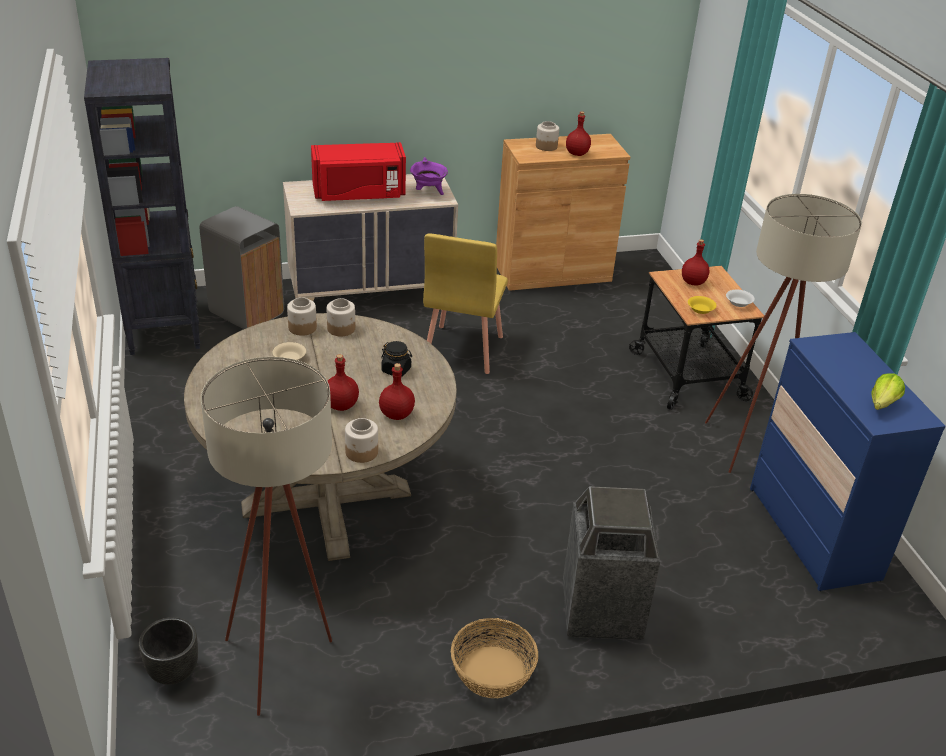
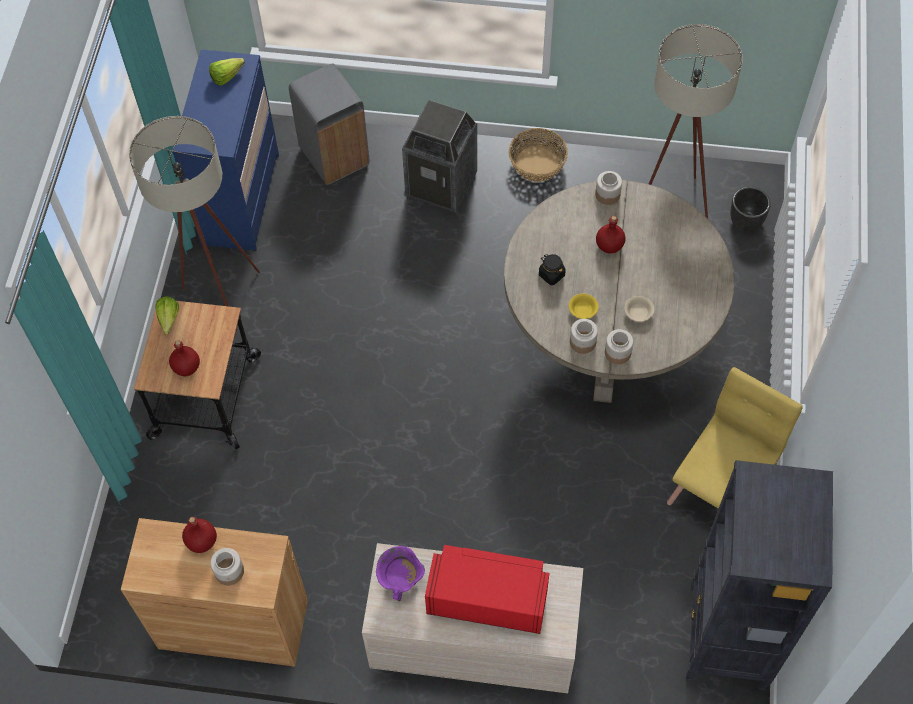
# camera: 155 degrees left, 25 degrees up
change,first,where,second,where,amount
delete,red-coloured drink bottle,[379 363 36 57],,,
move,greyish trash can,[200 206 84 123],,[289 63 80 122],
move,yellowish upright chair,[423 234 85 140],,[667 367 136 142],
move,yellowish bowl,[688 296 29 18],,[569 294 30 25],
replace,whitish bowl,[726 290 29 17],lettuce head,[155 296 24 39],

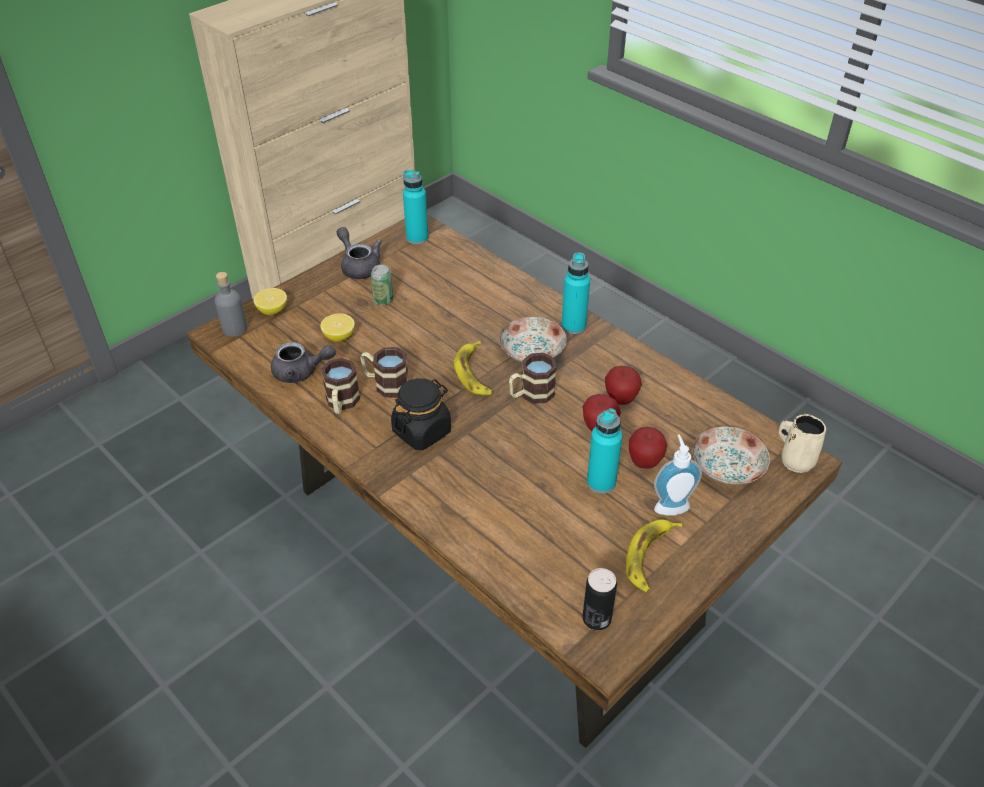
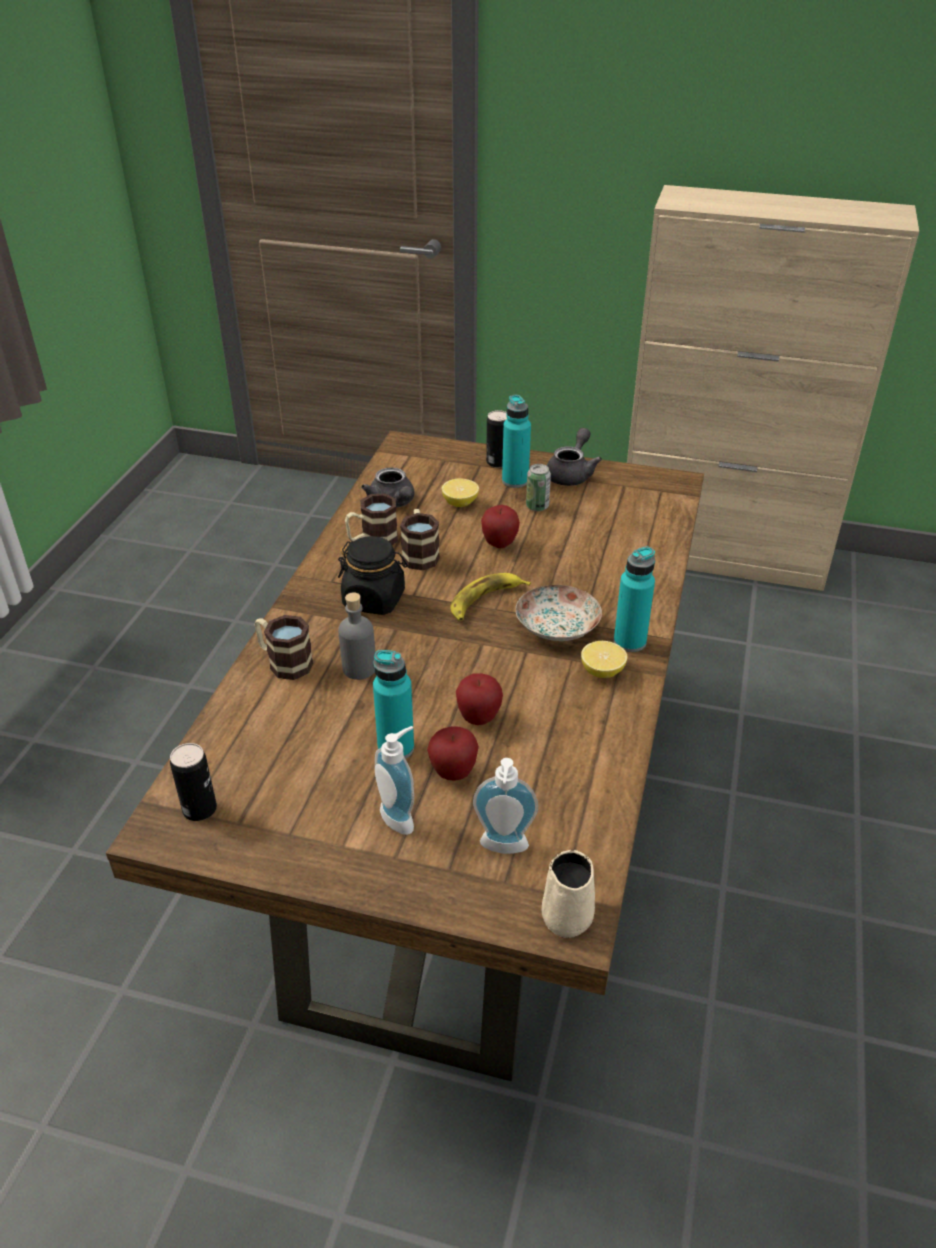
# camera: 60 degrees right, 5 degrees down
change,first,where,second,where,amount
delete,banana,[626 519 56 73],,,
insert,,,metal can,[486 410 21 58],
move,greyish drink bottle,[214 272 34 65],,[338 592 37 88],
move,lemon,[253 288 34 27],,[581 641 46 37],
move,turquoise-coloured drink bottle,[403 170 25 74],,[502 395 29 93],
move,tea mug,[509 353 48 51],,[254 615 60 65],
move,whole apple,[605 366 37 39],,[481 505 39 43],
replace,dinner plate,[693 426 77 59],liquid soap bottle,[473 758 65 96],

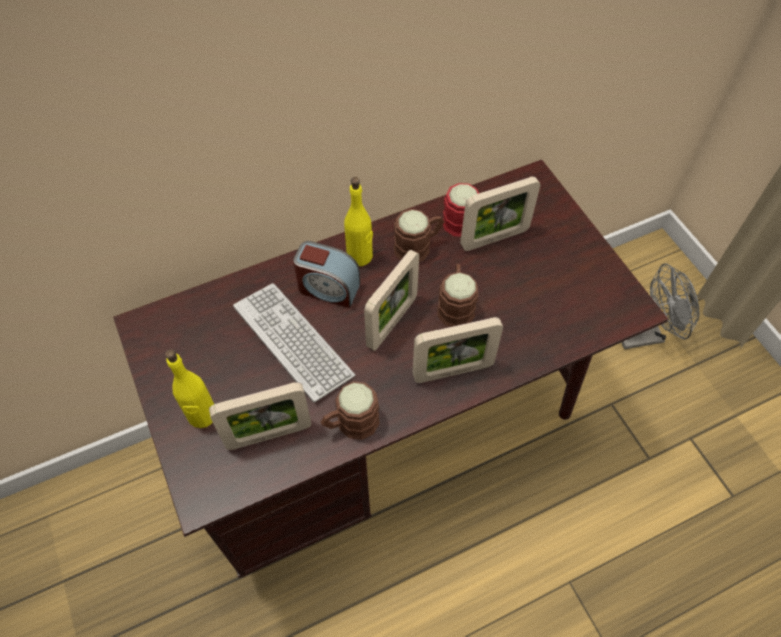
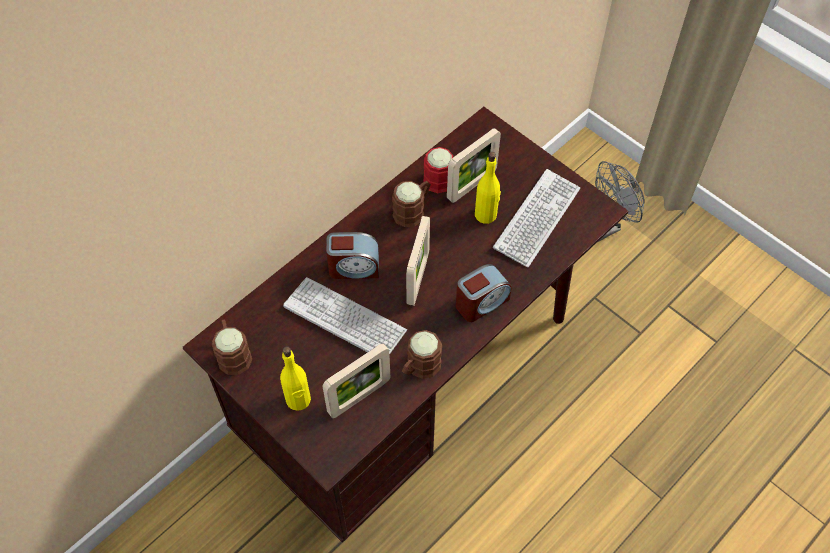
# camera: 20 degrees left, 0 degrees up
change,first,where,second,where,amount
insert,,,computer keyboard,[493 169 87 99],
move,yellowish drink bottle,[344 177 29 89],,[475 152 26 72],
move,brown-coloured tea mug,[437 264 41 63],,[212 319 40 56],
replace,picture frame,[412 317 91 66],table clock,[456 264 55 58],

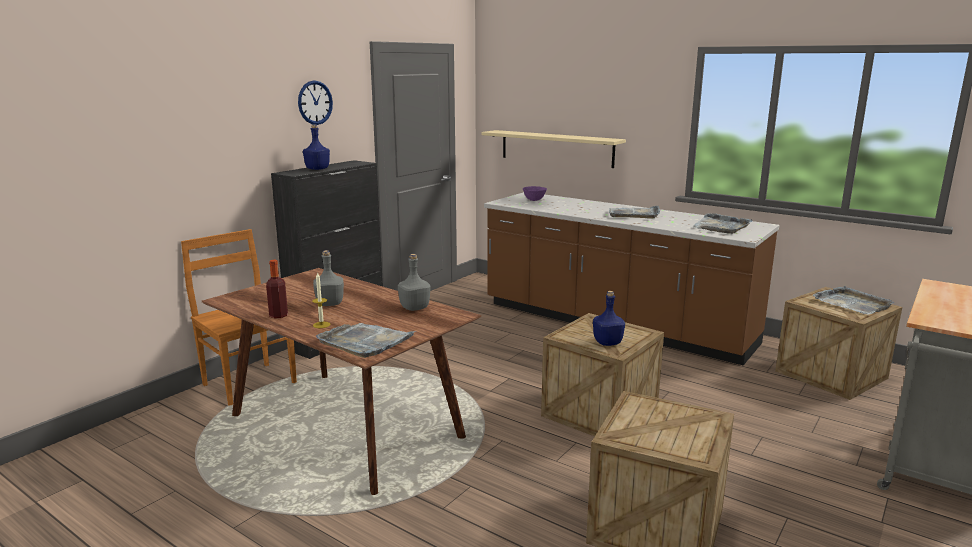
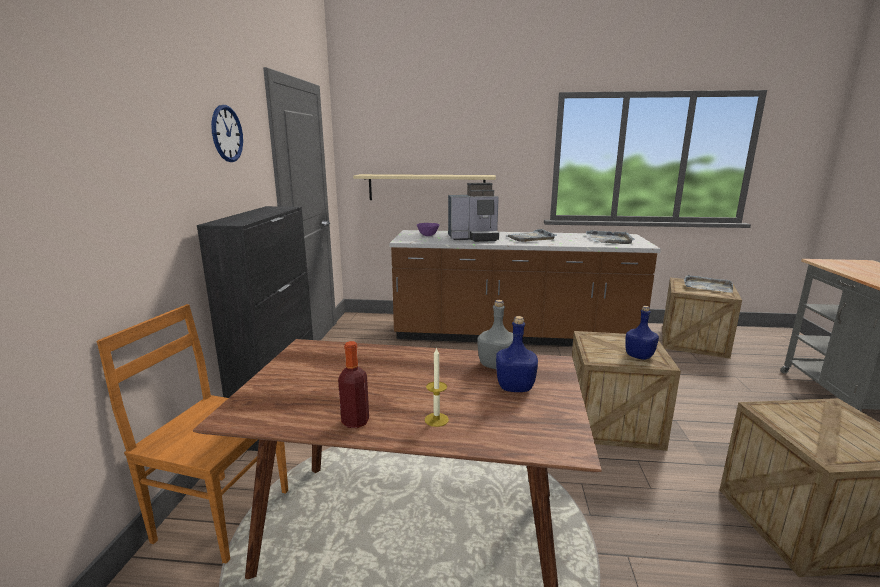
# camera: 30 degrees left, 0 degrees up
change,first,where,second,where,amount
delete,greyish drink bottle,[313 250 31 56],,,
delete,greyish carrying tray,[316 323 101 35],,,
insert,,,coffee maker,[448 183 51 59],
move,blue drink bottle,[303 124 27 46],,[496 316 42 76],

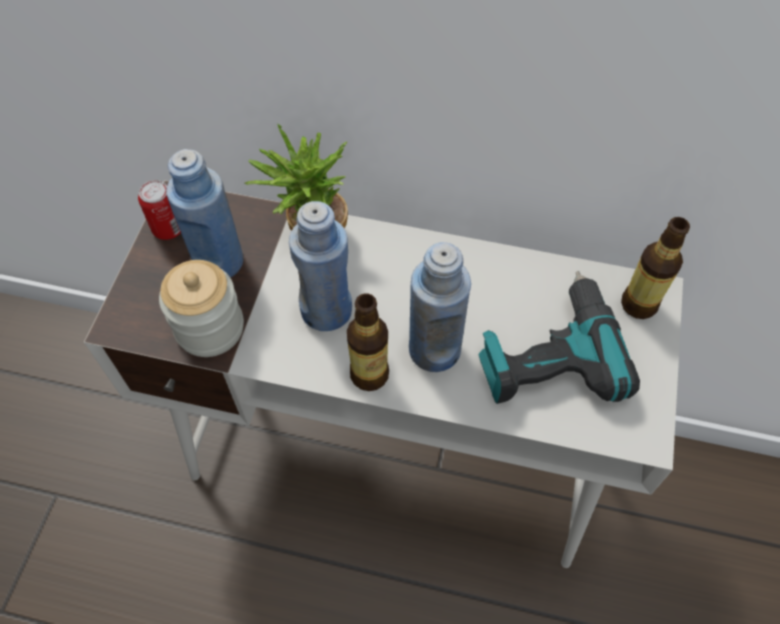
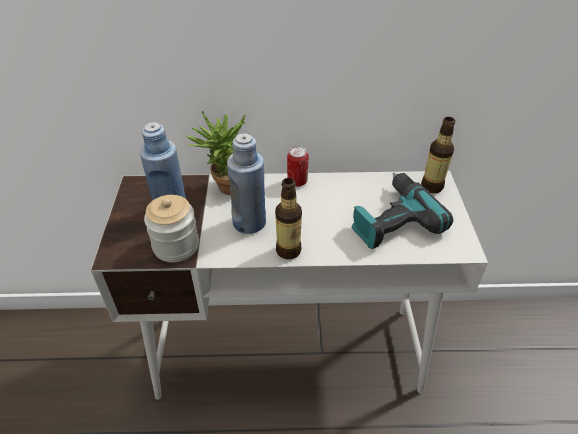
# camera: 15 degrees left, 15 degrees down
change,first,where,second,where,amount
delete,blue drink bottle,[409 242 62 130],,,
move,metal can,[138 180 43 60],,[287 146 22 41],

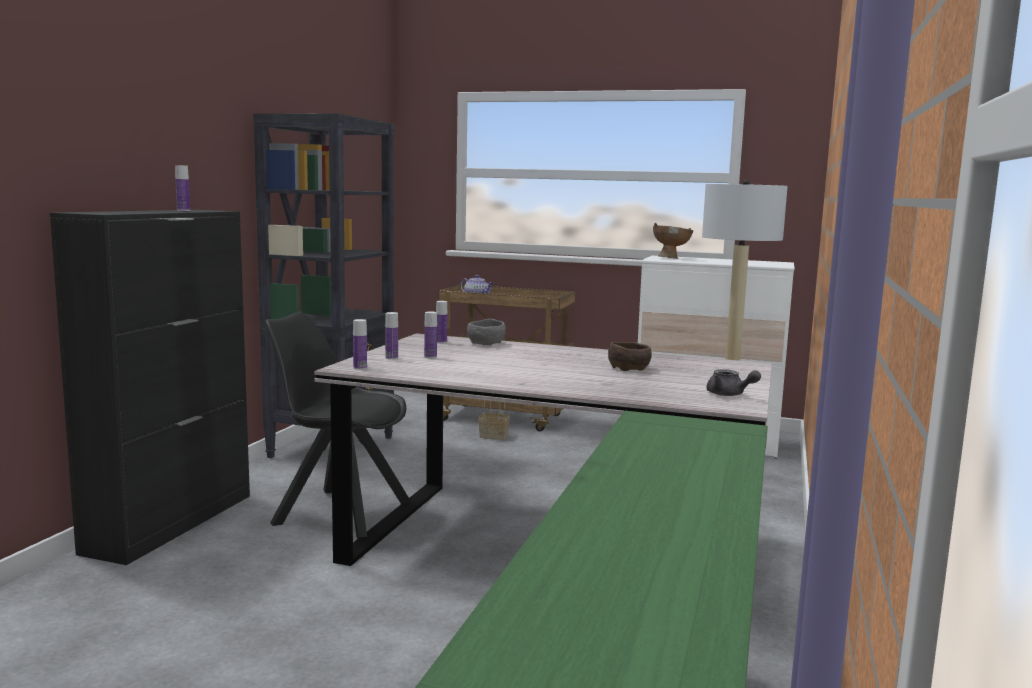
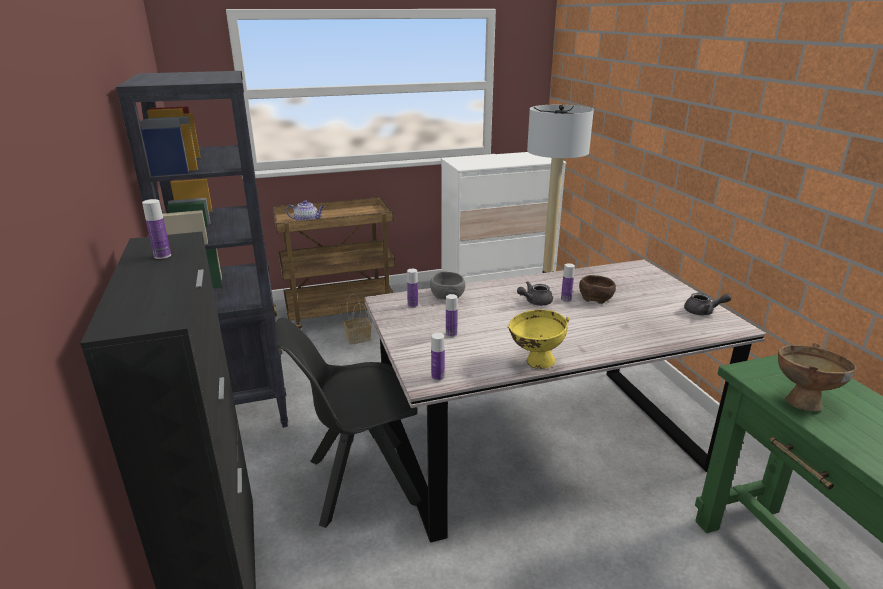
# camera: 35 degrees left, 15 degrees up
change,first,where,second,where,amount
insert,,,yellowish bowl,[507 309 63 60],
insert,,,greyish tea pot,[517 281 36 25],
move,drink bottle,[385 312 13 48],,[561 263 14 39],
move,brown-coloured bowl,[653 223 40 36],,[778 343 79 69],

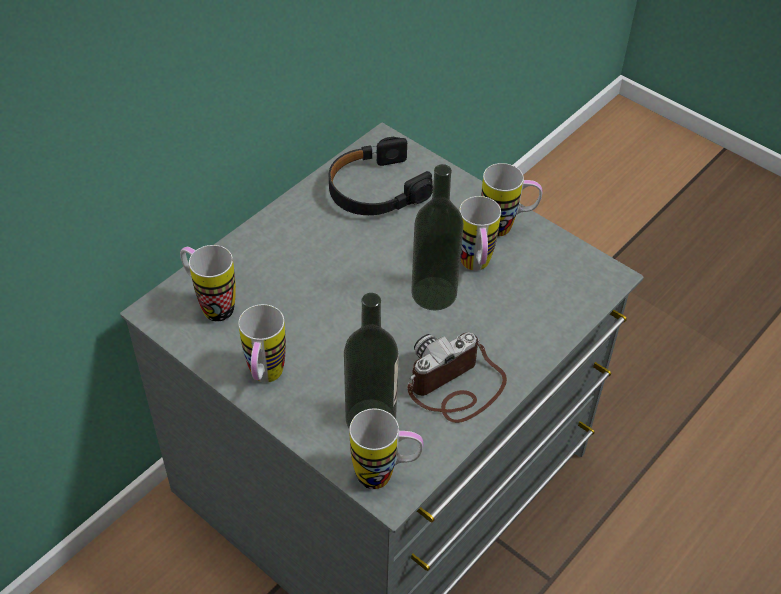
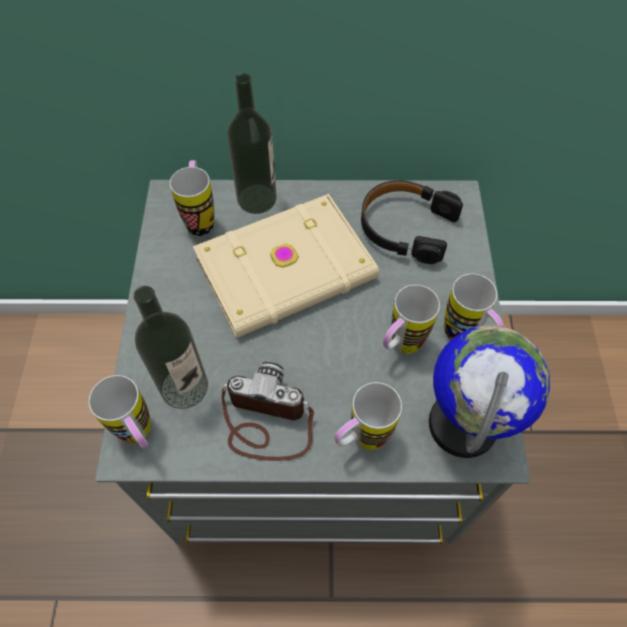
# camera: 50 degrees right, 10 degrees up
change,first,where,second,where,amount
insert,,,beige-coloured book,[193 194 186 144],
insert,,,desk globe,[429 325 122 133],
move,tea mug,[238 304 48 79],,[334 382 68 68],
move,drink bottle,[411 164 53 146],,[227 73 50 141],

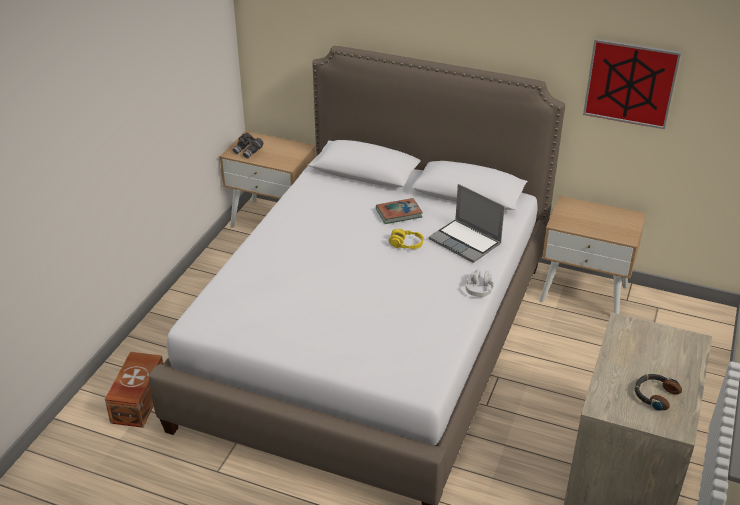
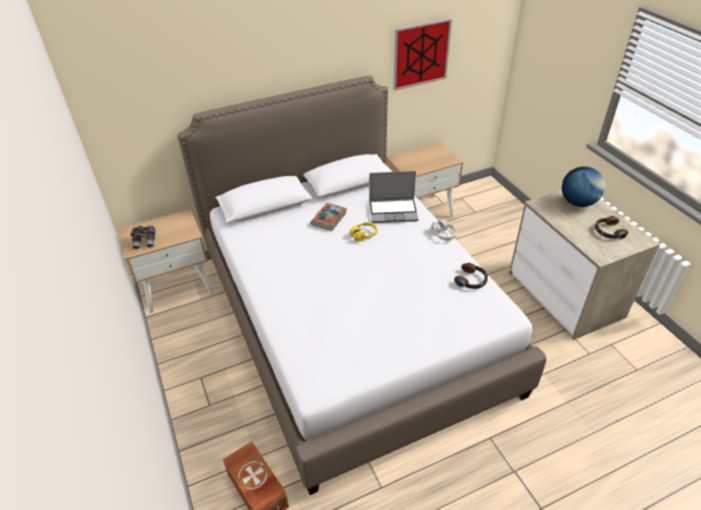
# camera: 45 degrees left, 5 degrees up
change,first,where,second,where,amount
insert,,,headset,[454 262 34 27],
insert,,,desk globe,[562 166 43 41],

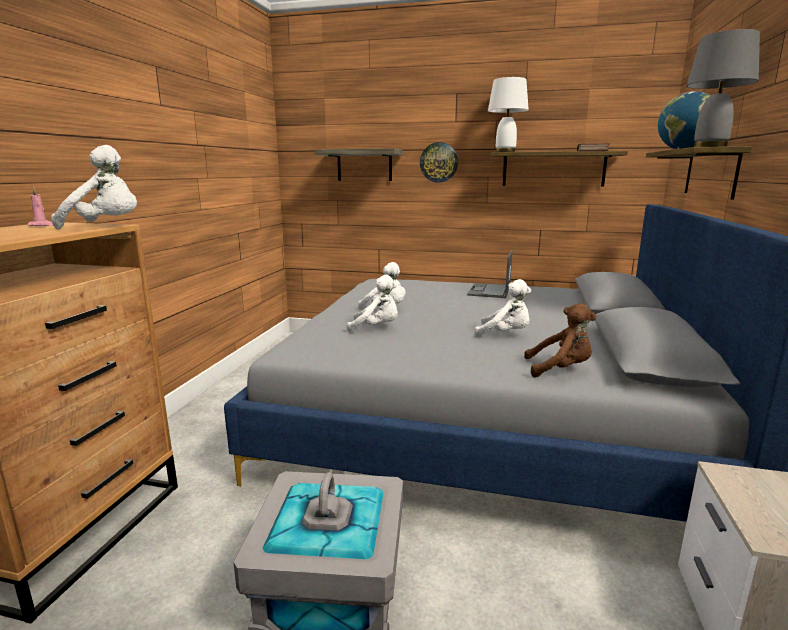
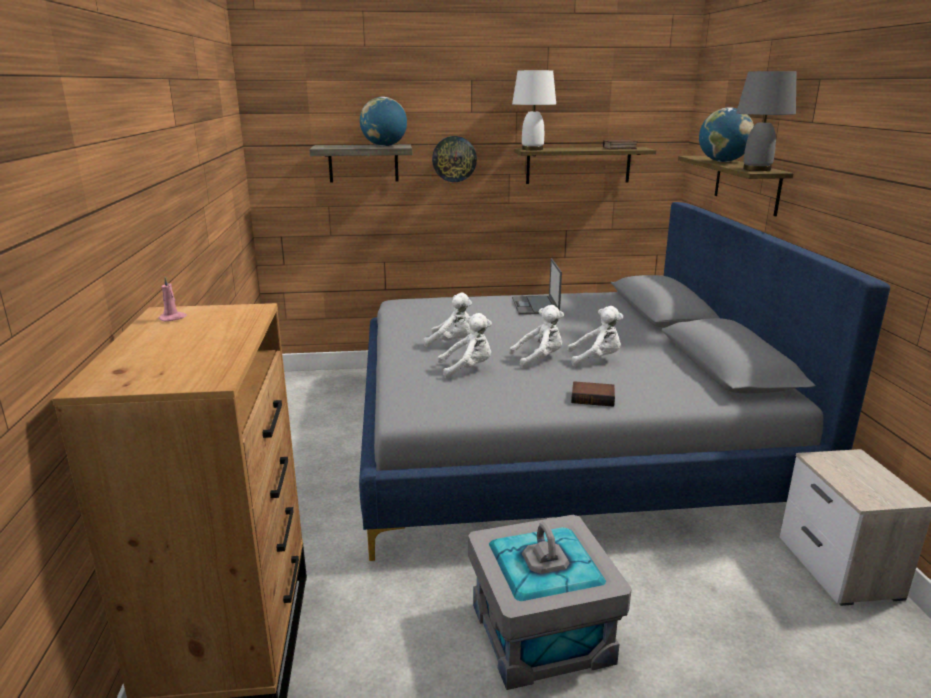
# camera: 20 degrees left, 5 degrees up
change,first,where,second,where,amount
delete,brown-coloured soft toy,[524 303 72 75],,,
insert,,,desk globe,[360 97 47 49],
insert,,,book,[571 381 44 26],
move,whitish soft toy,[51 145 86 84],,[509 305 55 64],

